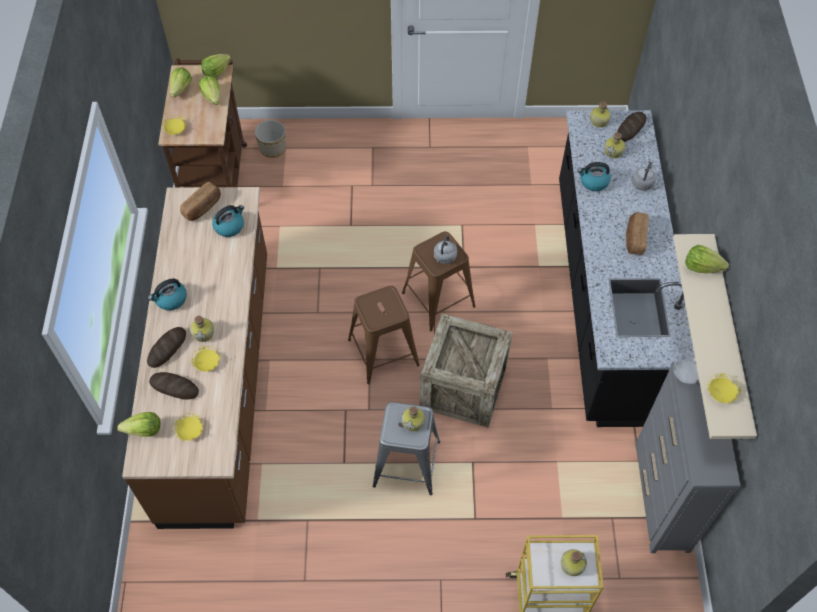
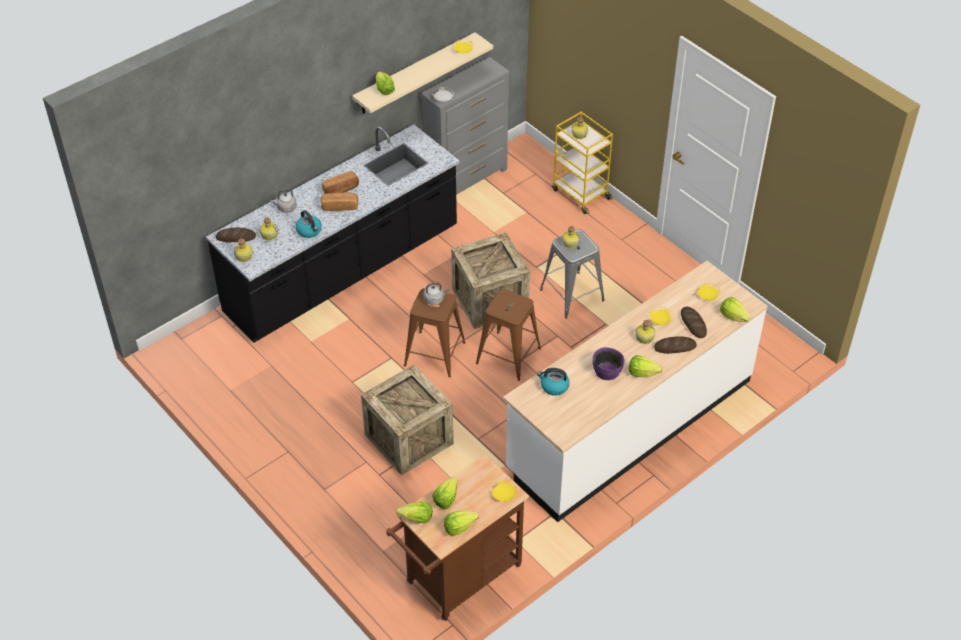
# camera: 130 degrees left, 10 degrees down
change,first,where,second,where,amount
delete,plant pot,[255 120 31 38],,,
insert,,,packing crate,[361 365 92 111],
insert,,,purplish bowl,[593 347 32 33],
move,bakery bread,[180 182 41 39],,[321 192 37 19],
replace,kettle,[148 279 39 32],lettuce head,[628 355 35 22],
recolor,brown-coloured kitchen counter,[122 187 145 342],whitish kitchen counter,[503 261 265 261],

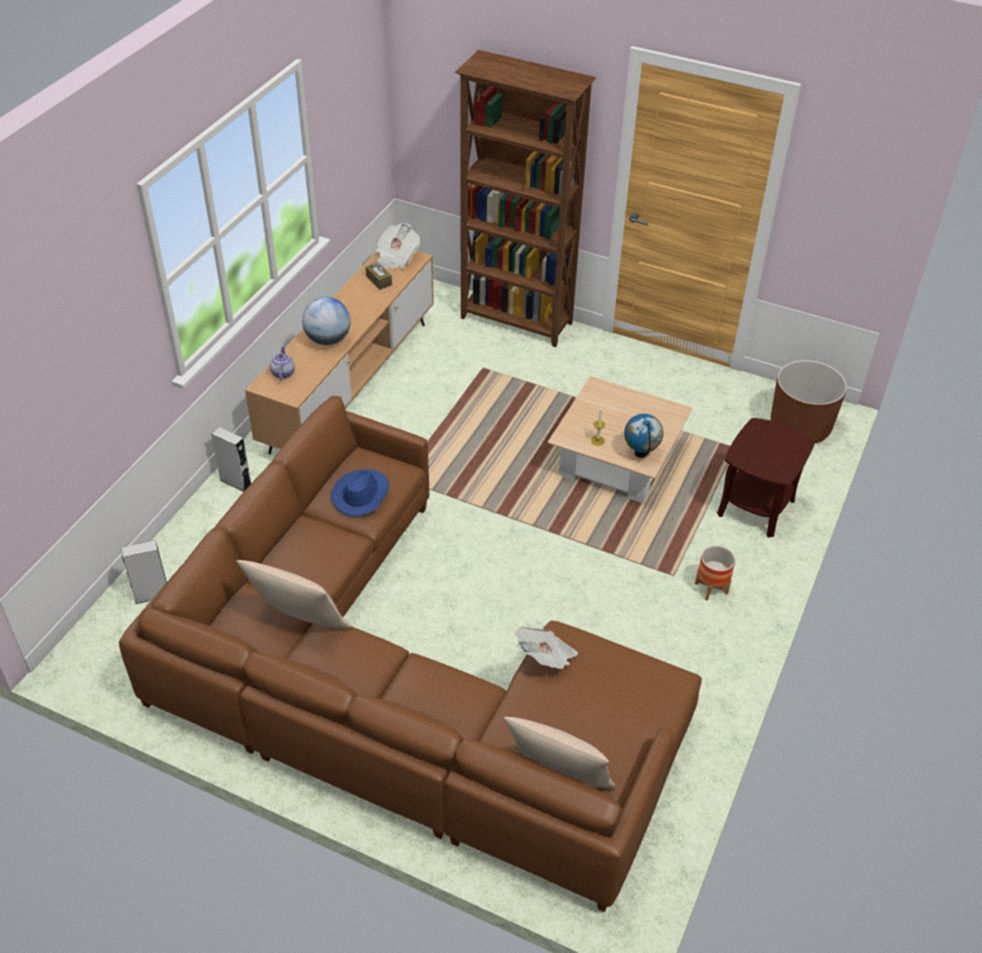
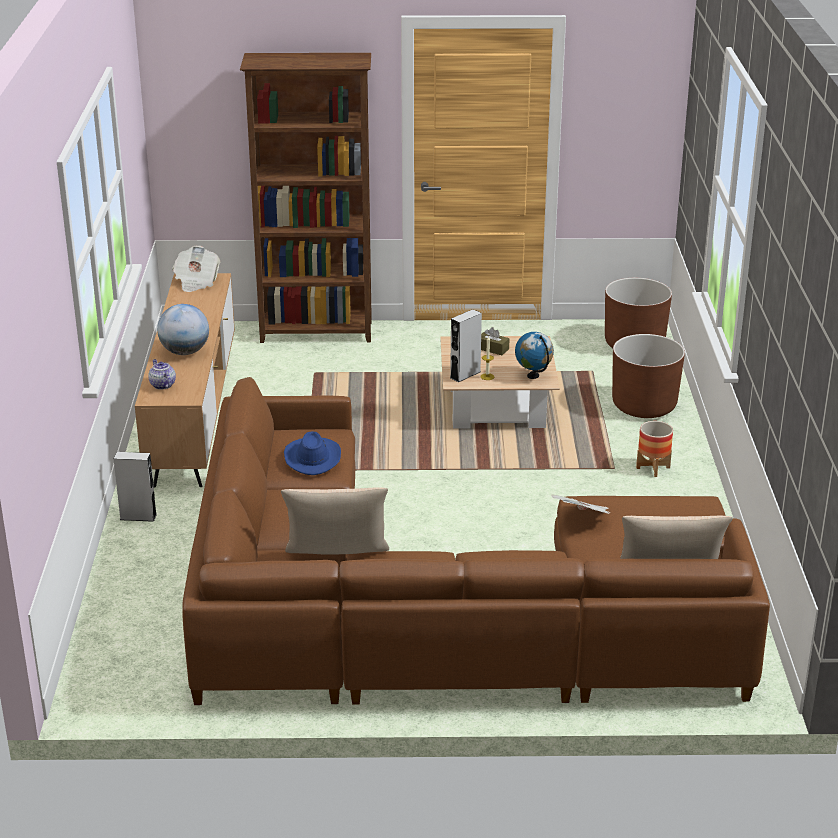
# camera: 25 degrees left, 15 degrees down
change,first,where,second,where,amount
move,greyish audio speaker,[121 540 46 64],,[450 309 32 73],
move,brown-coloured tissue holder,[366 261 26 29],,[481 327 29 28],
replace,brown-coloured accent table,[717 418 98 120],brown-coloured plant pot,[612 334 73 84],

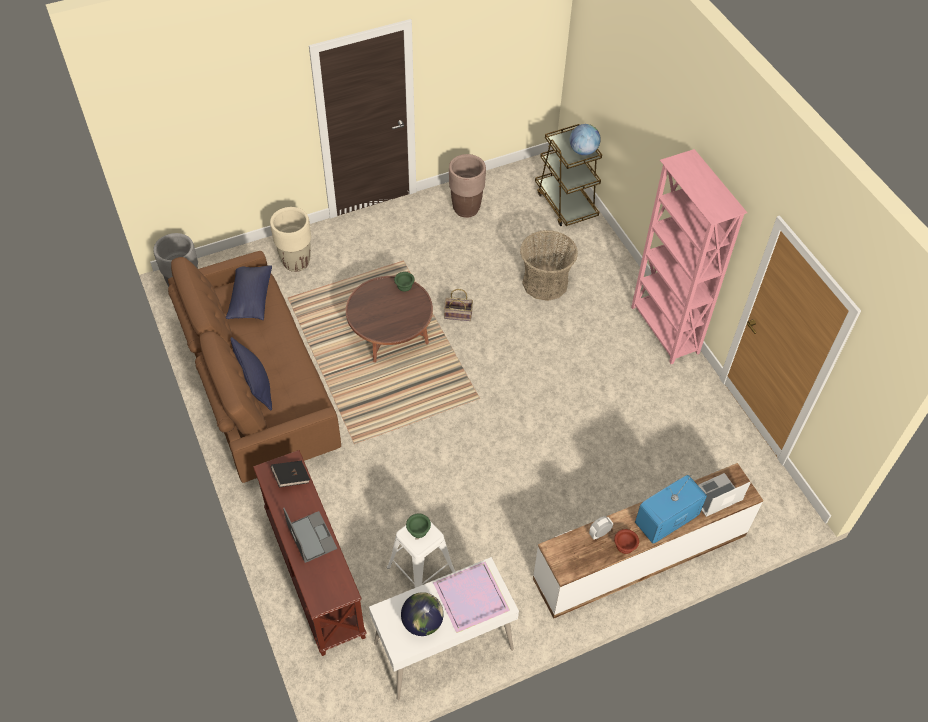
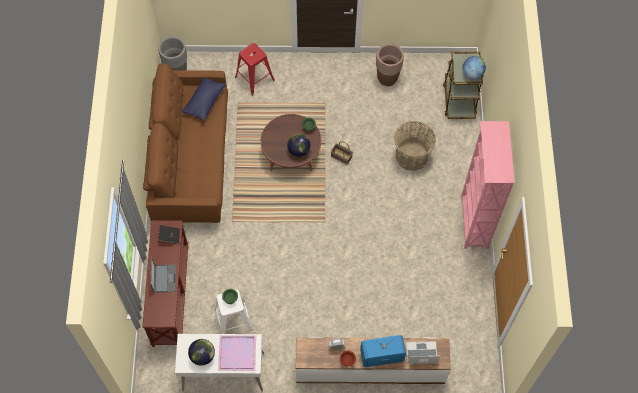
# camera: 25 degrees right, 10 degrees up
change,first,where,second,where,amount
delete,blue cushion,[230 337 42 74],,,
insert,,,desk globe,[287 134 23 23],
replace,beige-coloured plant pot,[270 207 41 65],red-coloured sitting stool,[235 43 40 53],

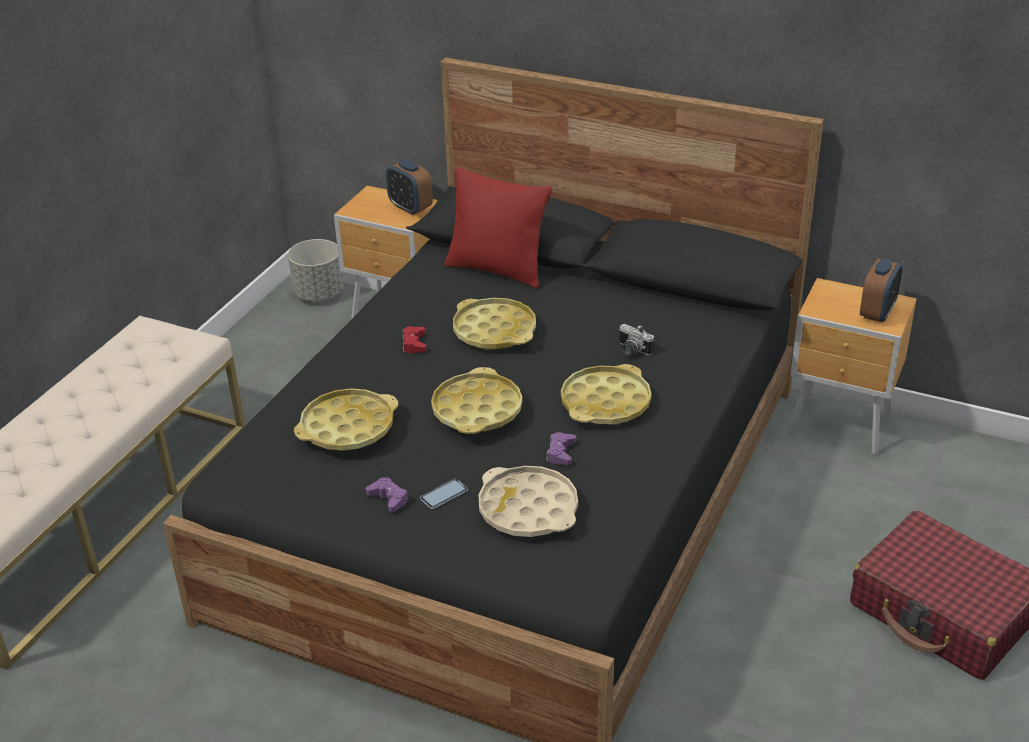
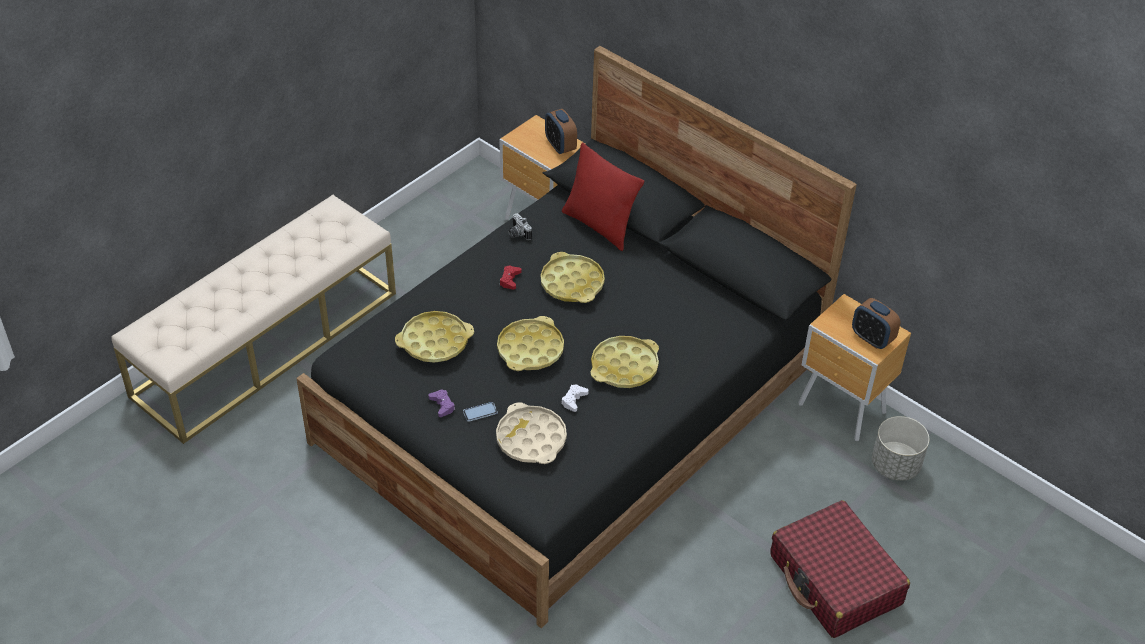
# camera: 15 degrees right, 10 degrees up
change,first,where,second,where,amount
move,greyish plant pot,[288 239 56 62],,[872 416 57 65],
move,still camera,[619 324 35 32],,[508 213 24 27],
recolor,purplish gamepad,[546 432 30 33],whitish gamepad,[561 384 28 28],
rotate,table clock,[860 259 43 64],,[852 298 49 51],90 degrees clockwise

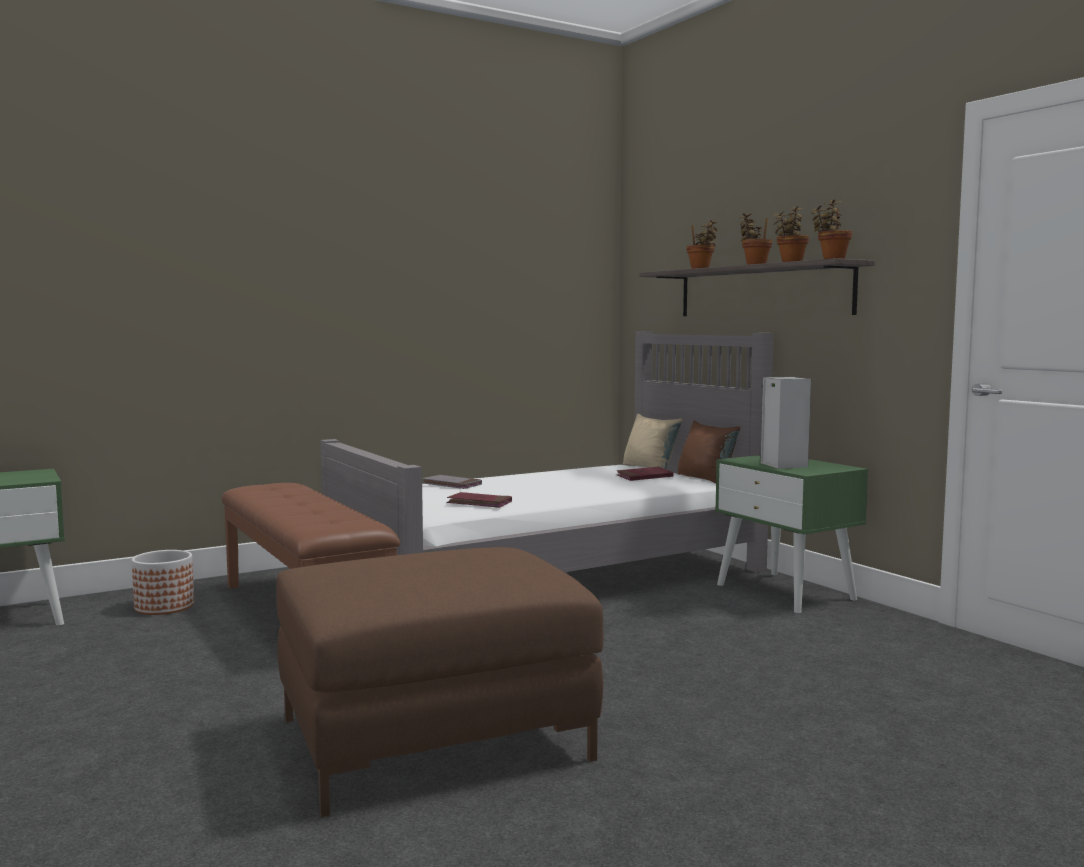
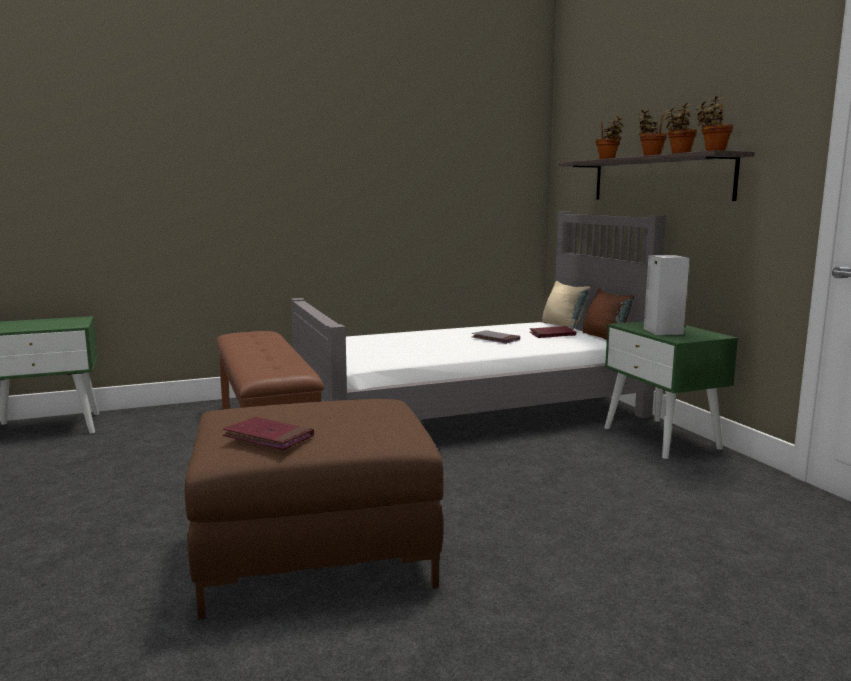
# camera: 10 degrees right, 5 degrees up
change,first,where,second,where,amount
delete,plant pot,[132 550 62 65],,,
move,greyish book,[422 475 60 14],,[472 330 48 14],
move,red-coloured book,[447 492 65 16],,[223 417 91 33],

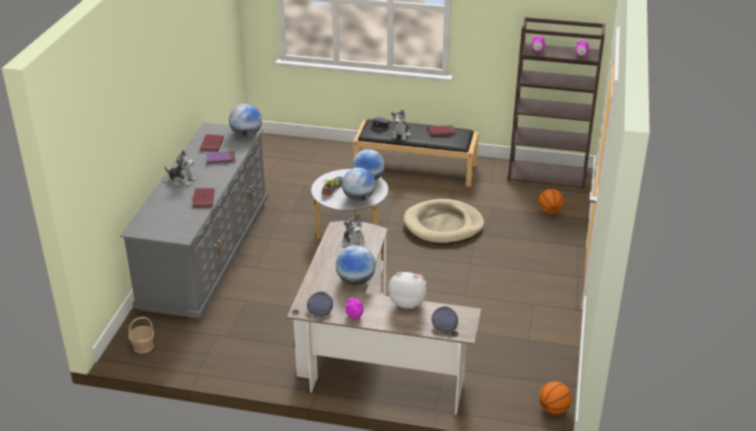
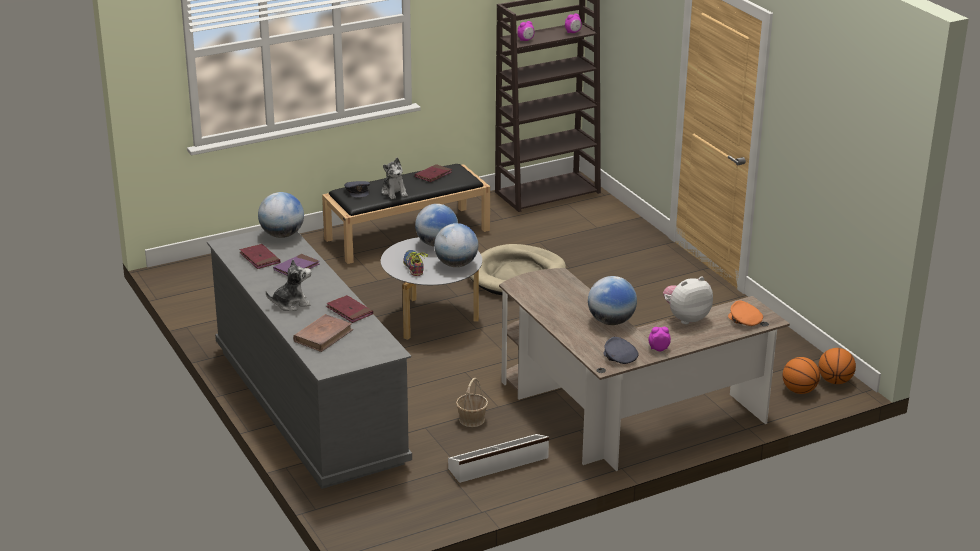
# camera: 40 degrees left, 5 degrees down
change,first,where,second,where,amount
delete,soft toy,[342 215 25 33],,,
insert,,,brown-coloured book,[293 314 60 38],
insert,,,whitish storage container,[448 434 101 49],
move,basket,[128 317 26 37],,[456 378 32 49],
move,basketball ball,[539 189 25 25],,[783 357 37 37],
recolor,greyish cap,[432 306 26 26],orange cap,[728 300 35 26],

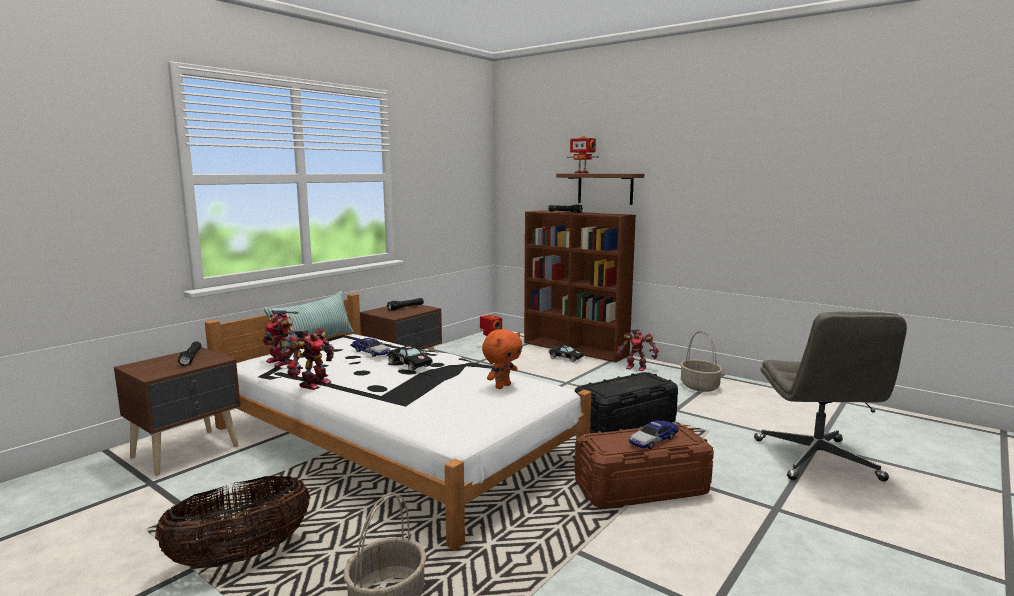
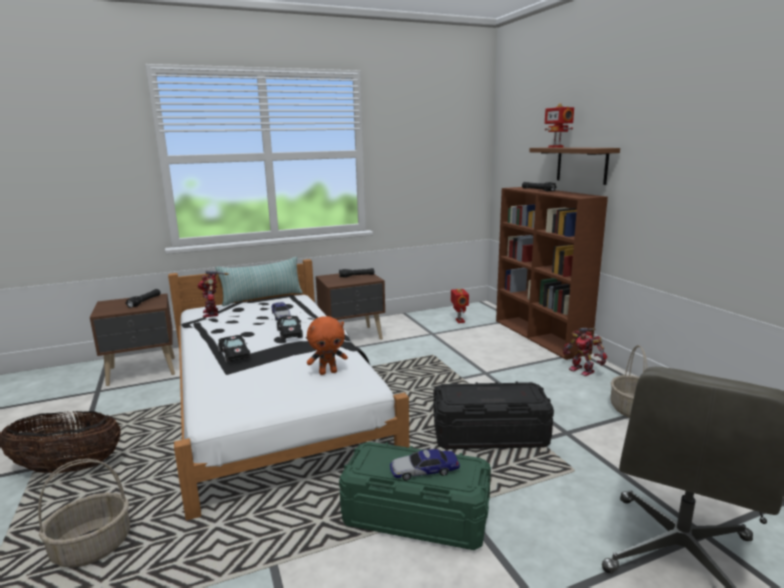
# camera: 30 degrees right, 5 degrees up
change,first,where,second,where,amount
delete,robot figure,[286 328 48 62],,,
move,black-coloured miniature car,[549 345 35 17],,[218 335 33 28],
recolor,brown-coloured storage container,[575 424 139 85],green storage container,[339 442 152 108],

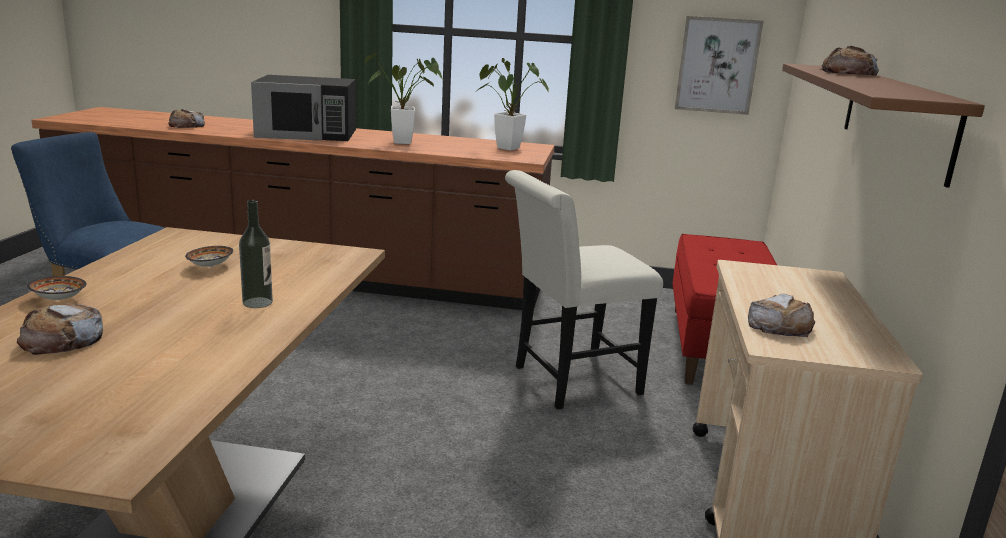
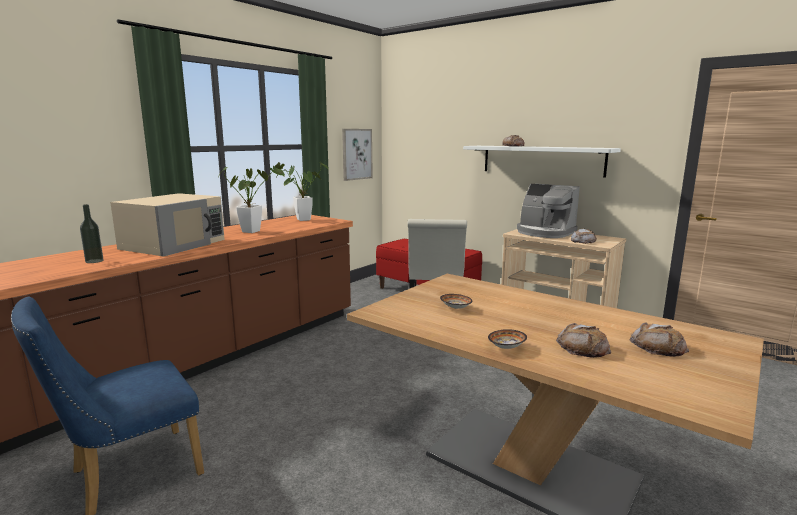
# camera: 60 degrees left, 5 degrees down
change,first,where,second,where,amount
insert,,,coffee maker,[517 184 63 54],
move,bakery bread,[168 109 37 19],,[629 322 60 35],
move,drink bottle,[239 200 34 108],,[80 204 24 59],
recolor,black-coloured microwave oven,[251 75 105 66],beige-coloured microwave oven,[110 193 115 64],
recolor,brown-coloured shelf,[782 63 203 125],whitish shelf,[463 146 158 32],

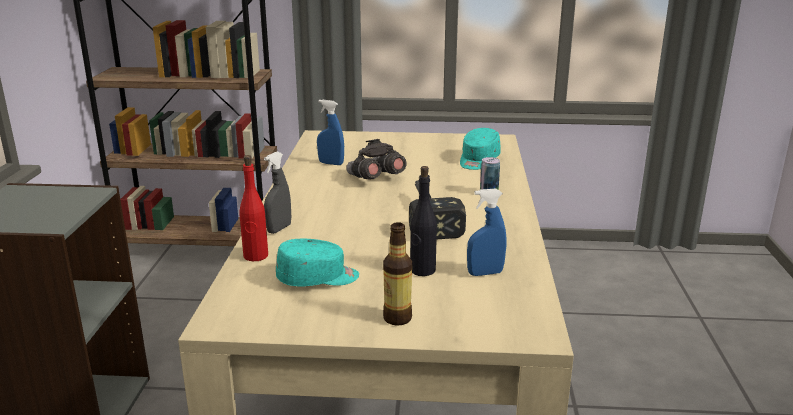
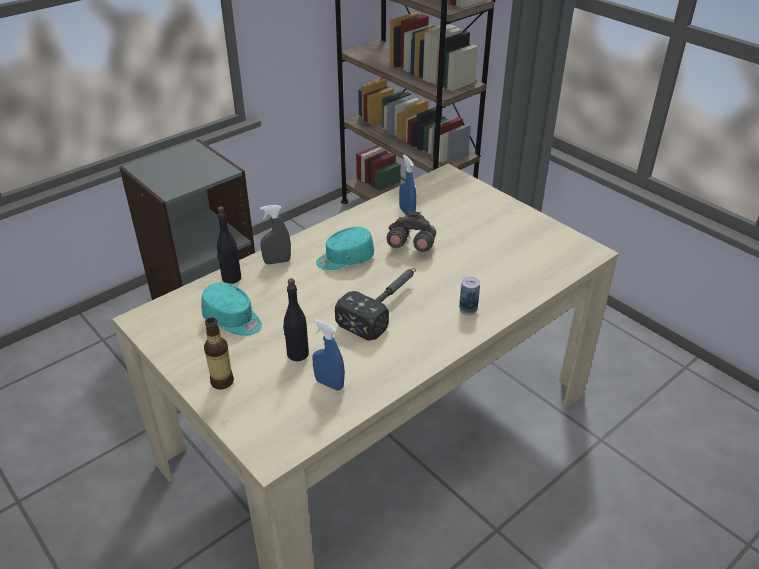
# camera: 45 degrees right, 15 degrees up
change,first,where,second,where,amount
move,turquoise-coloured cap,[460 128 41 42],,[316 227 58 43],
recolor,red-coloured drink bottle,[240 155 28 106],black-coloured drink bottle,[217 206 24 78],

